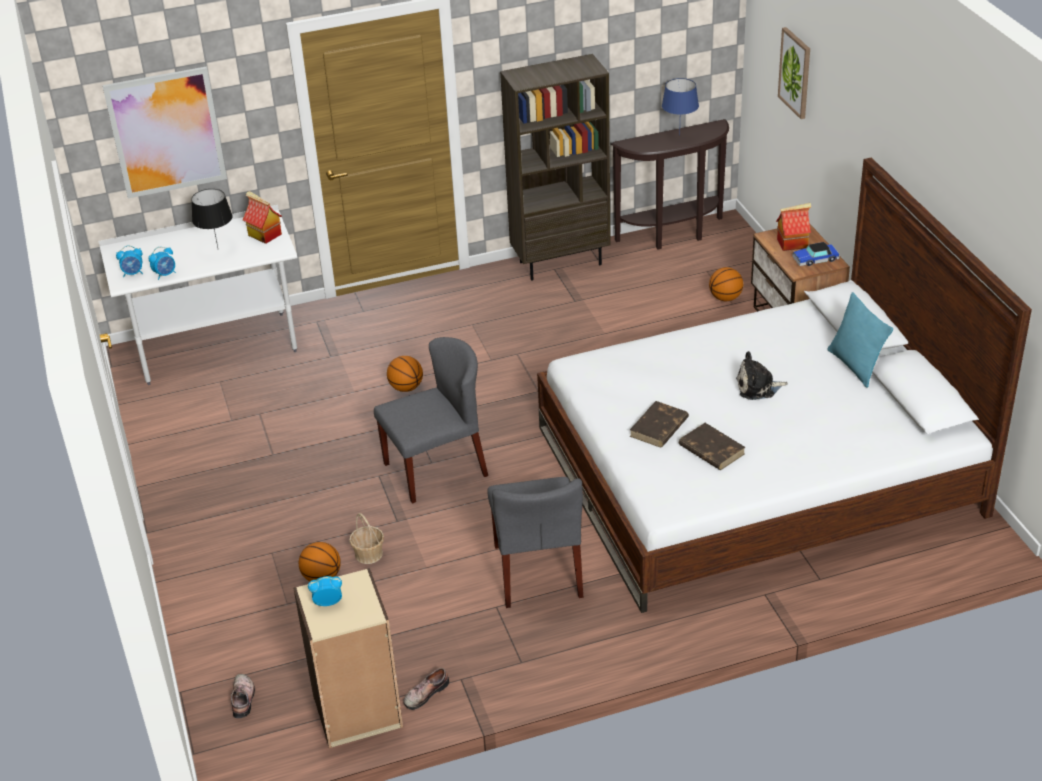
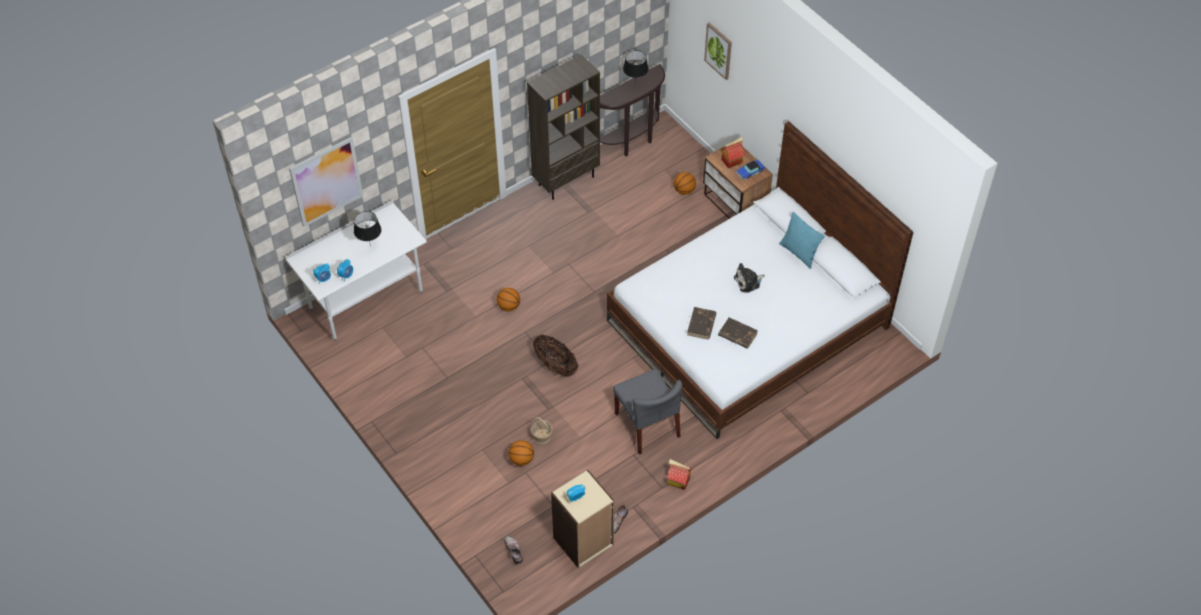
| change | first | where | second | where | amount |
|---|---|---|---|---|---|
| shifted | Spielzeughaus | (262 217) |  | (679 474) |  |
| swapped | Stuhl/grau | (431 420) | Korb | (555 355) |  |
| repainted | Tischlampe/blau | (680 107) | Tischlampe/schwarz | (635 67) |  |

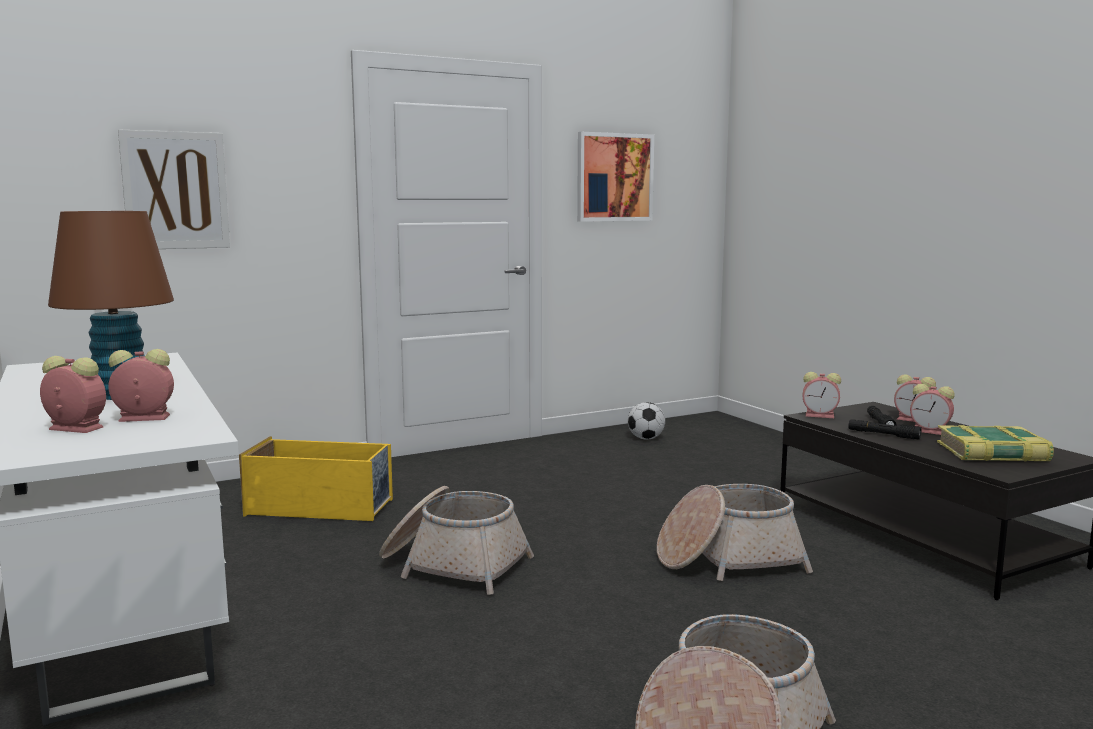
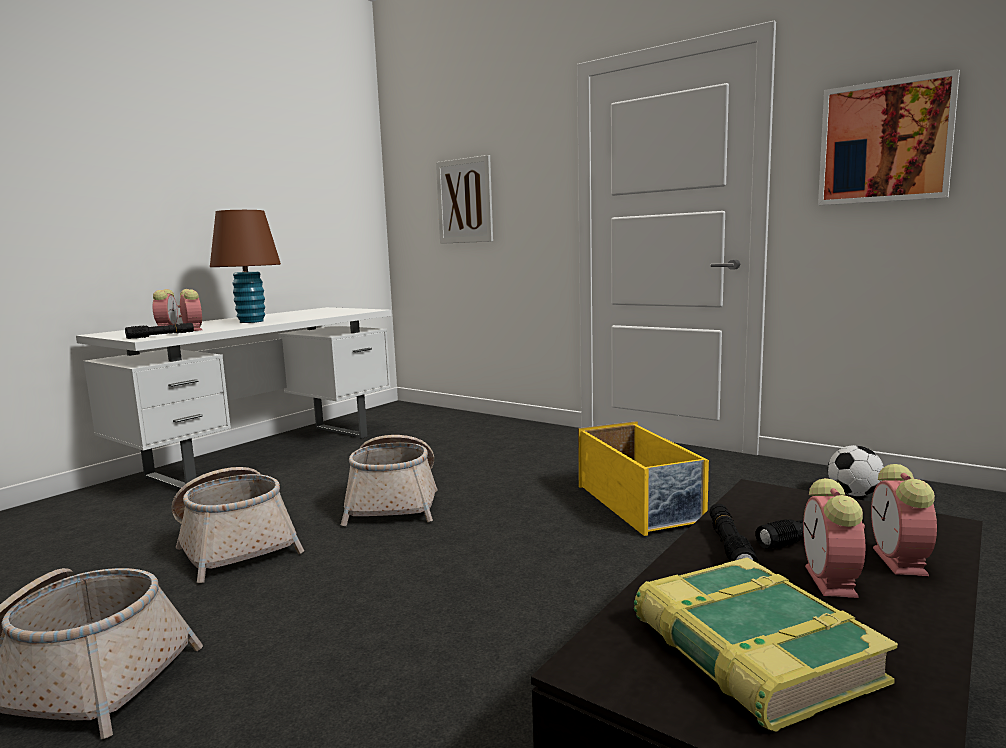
| change | first | where | second | where | amount |
|---|---|---|---|---|---|
| shifted | Aufbewahrungsbox/gelb | (316 478) |  | (643 478) |  |
| shifted | Korb | (735 532) |  | (237 525) |  |
| gone | Wecker | (822 395) |  |  |  |
| new |  |  | Taschenlampe/schwarz | (159 331) |  |

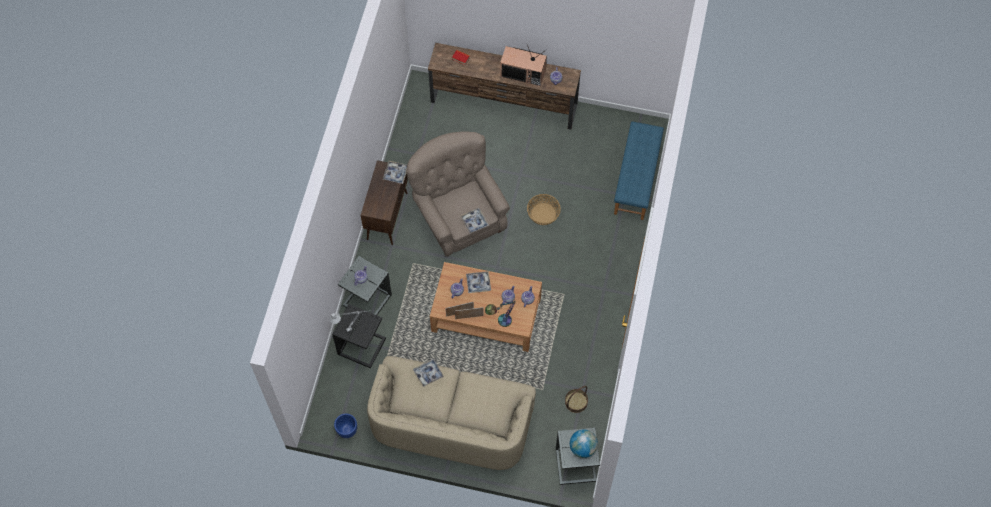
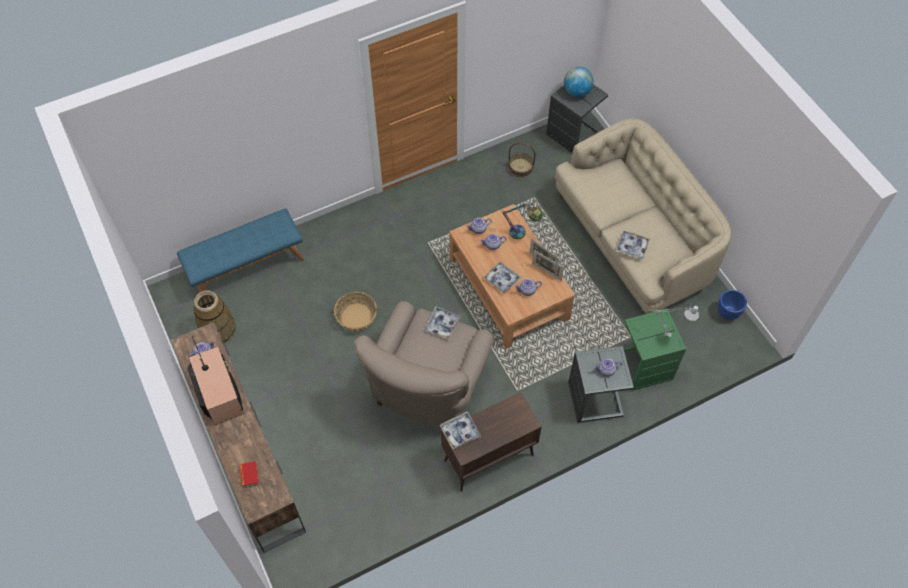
| change | first | where | second | where | amount |
|---|---|---|---|---|---|
| repainted | Beistelltisch/schwarz | (359 336) | Beistelltisch/grün | (655 350) |  |
| new |  |  | Korb | (214 316) |  |

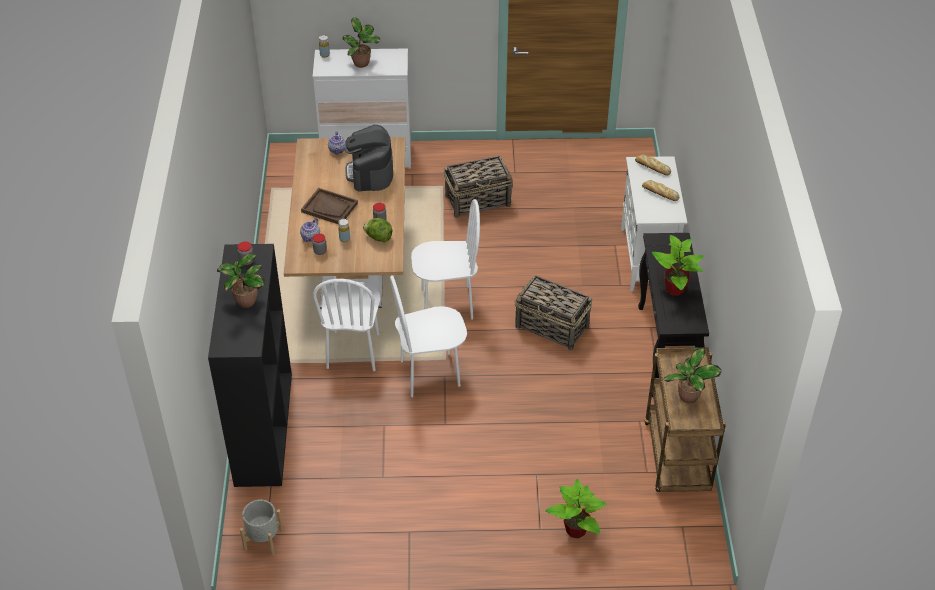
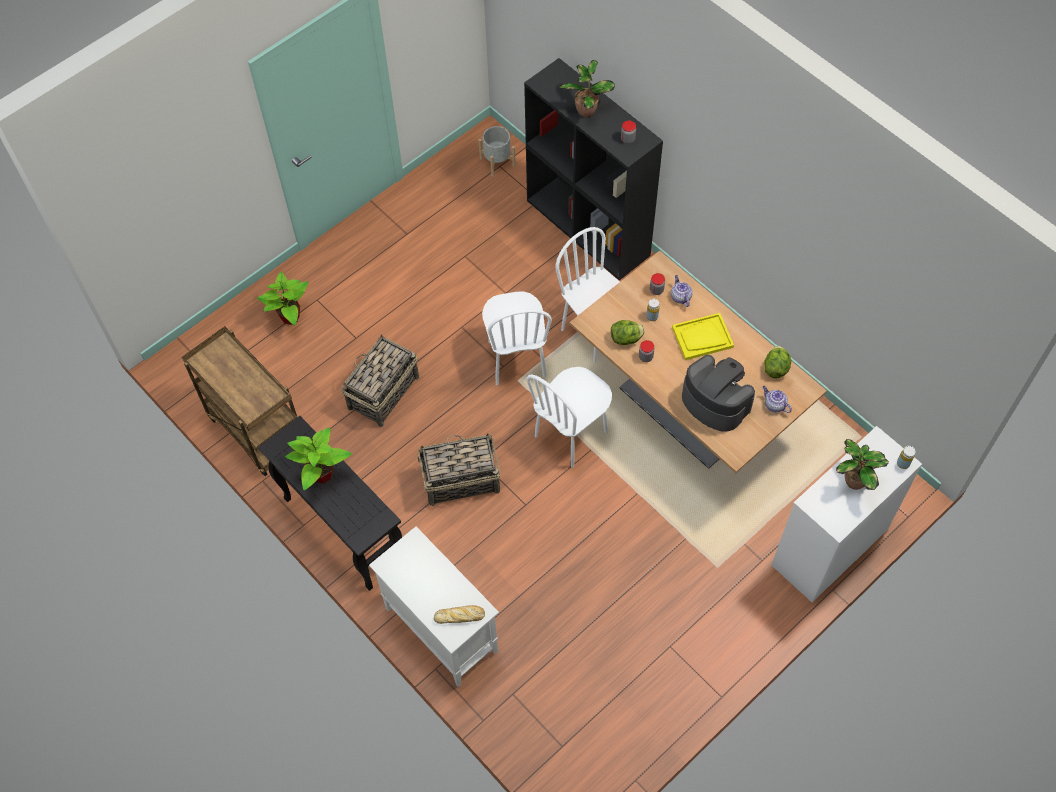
| change | first | where | second | where | amount |
|---|---|---|---|---|---|
| repainted | Tablett/braun | (329 206) | Tablett/gelb | (703 336) |  |
| rotated | Stuhl/weiß | (428 336) |  | (517 338) | 135 degrees clockwise |
| shifted | Korb | (478 187) |  | (380 380) |  |
| gone | Brot | (660 190) |  |  |  |
| gone | Topfpflanze | (692 375) |  |  |  |
| new |  |  | Salatkopf | (777 362) |  |

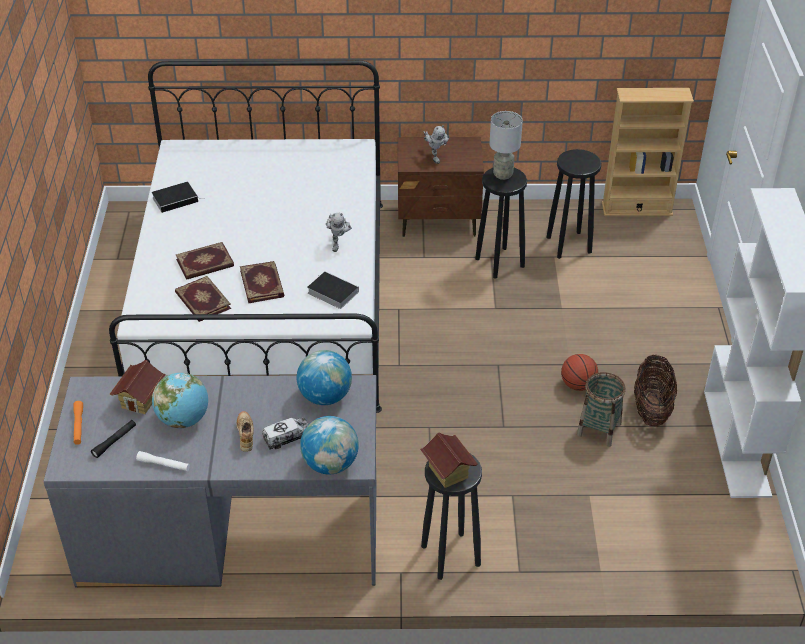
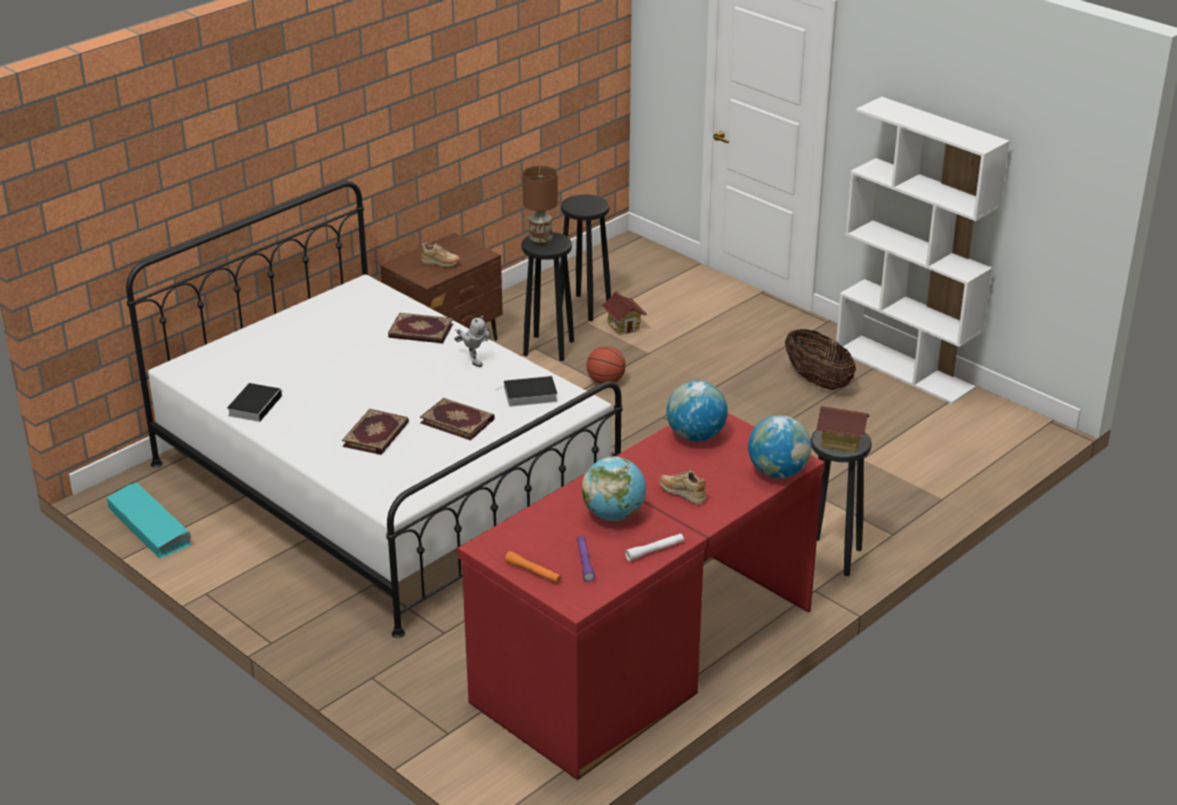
| change | first | where | second | where | amount |
|---|---|---|---|---|---|
| repainted | Schreibtisch/grau | (210 481) | Schreibtisch/rot | (641 596) |  |
| repainted | Taschenlampe/schwarz | (113 439) | Taschenlampe/lila | (586 559) |  |
| shifted | Spielzeughaus | (138 387) |  | (624 313) |  |
| shifted | Buch | (203 299) |  | (420 328) |  |
| gone | Spielzeuglaster | (285 434) |  |  |  |
| swapped | Spielzeugroboter | (437 144) | Schuh/beige | (440 255) |  |
| repainted | Tischlampe/grau | (506 145) | Tischlampe/braun | (540 205) |  |
| shifted | Basketball | (579 372) |  | (606 365) |  |
| gone | Korb | (601 409) |  |  |  |
| gone | Bücherregal/beige | (648 152) |  |  |  |
| new |  |  | Aufbewahrungsbox/türkis | (149 521) |  |

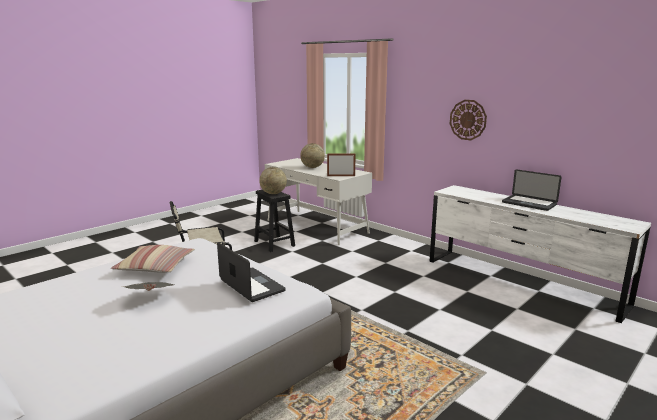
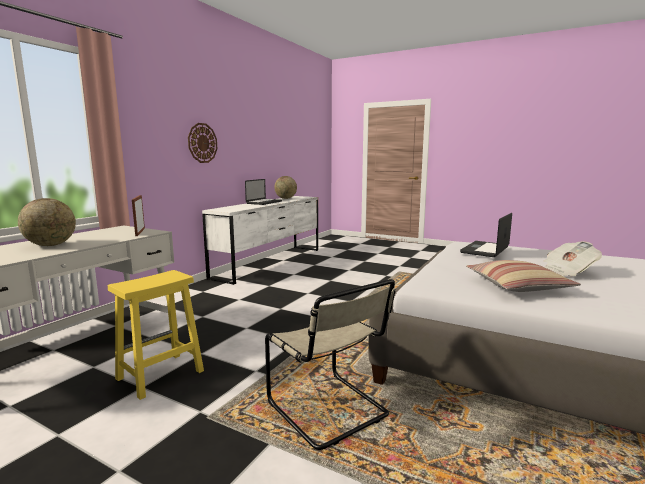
| change | first | where | second | where | amount |
|---|---|---|---|---|---|
| repainted | Hocker/schwarz | (274 221) | Hocker/gelb | (156 335) |  |
| shifted | Globus | (273 180) |  | (285 187) |  |

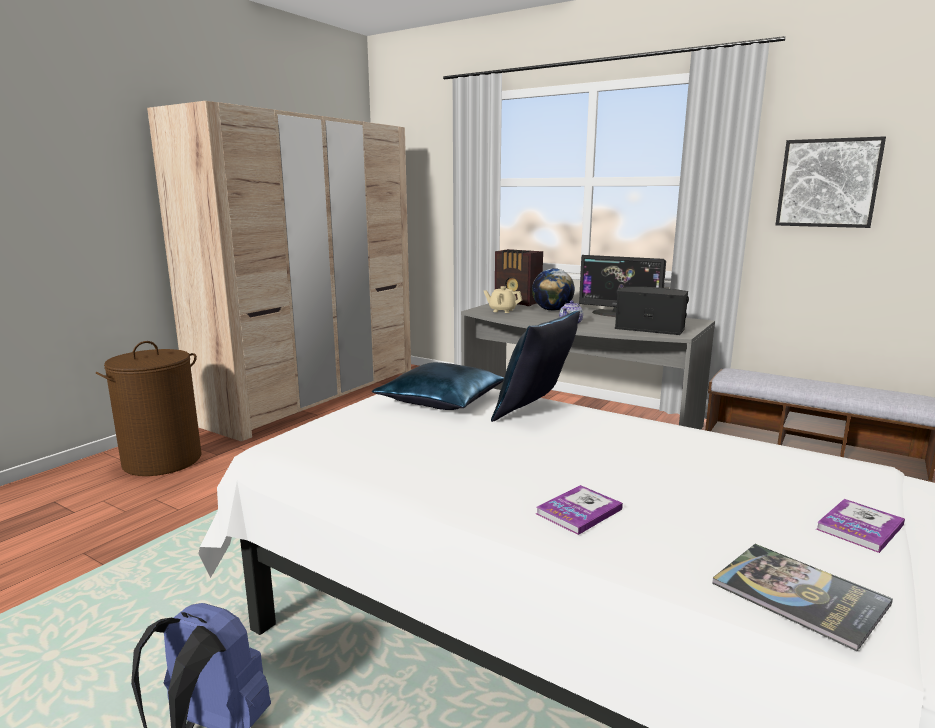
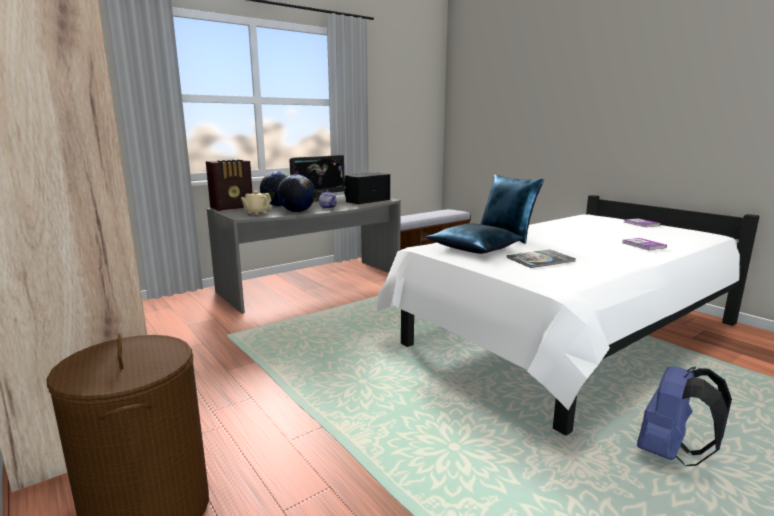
| change | first | where | second | where | amount |
|---|---|---|---|---|---|
| shifted | Buch | (802 597) |  | (541 258) |  |
| gone | Bild | (830 182) |  |  |  |
| new |  |  | Globus | (296 193) |  |

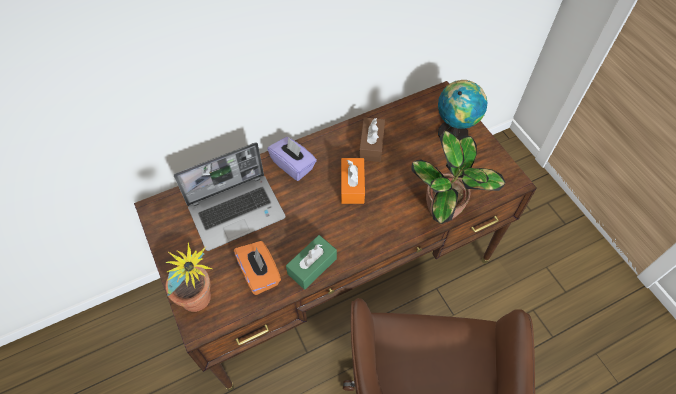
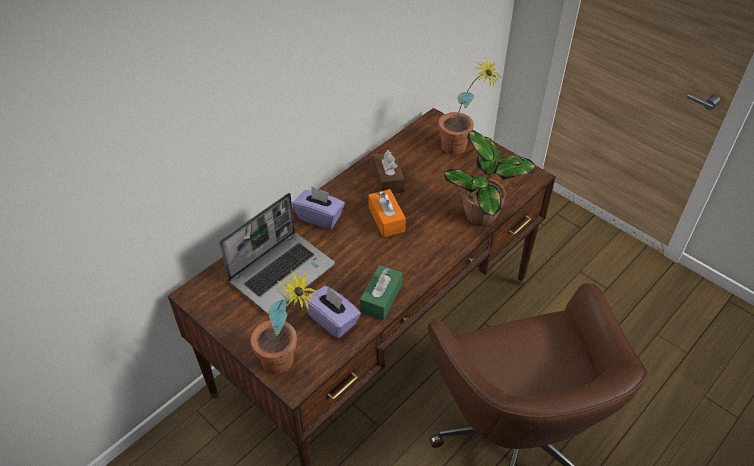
| change | first | where | second | where | amount |
|---|---|---|---|---|---|
| repainted | Taschentuchbox/orange | (257 268) | Taschentuchbox/lila | (332 312) |  |
| swapped | Globus | (462 109) | Topfpflanze | (470 106) |  |

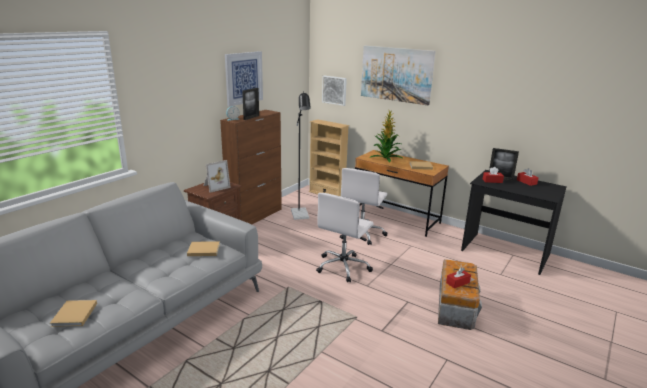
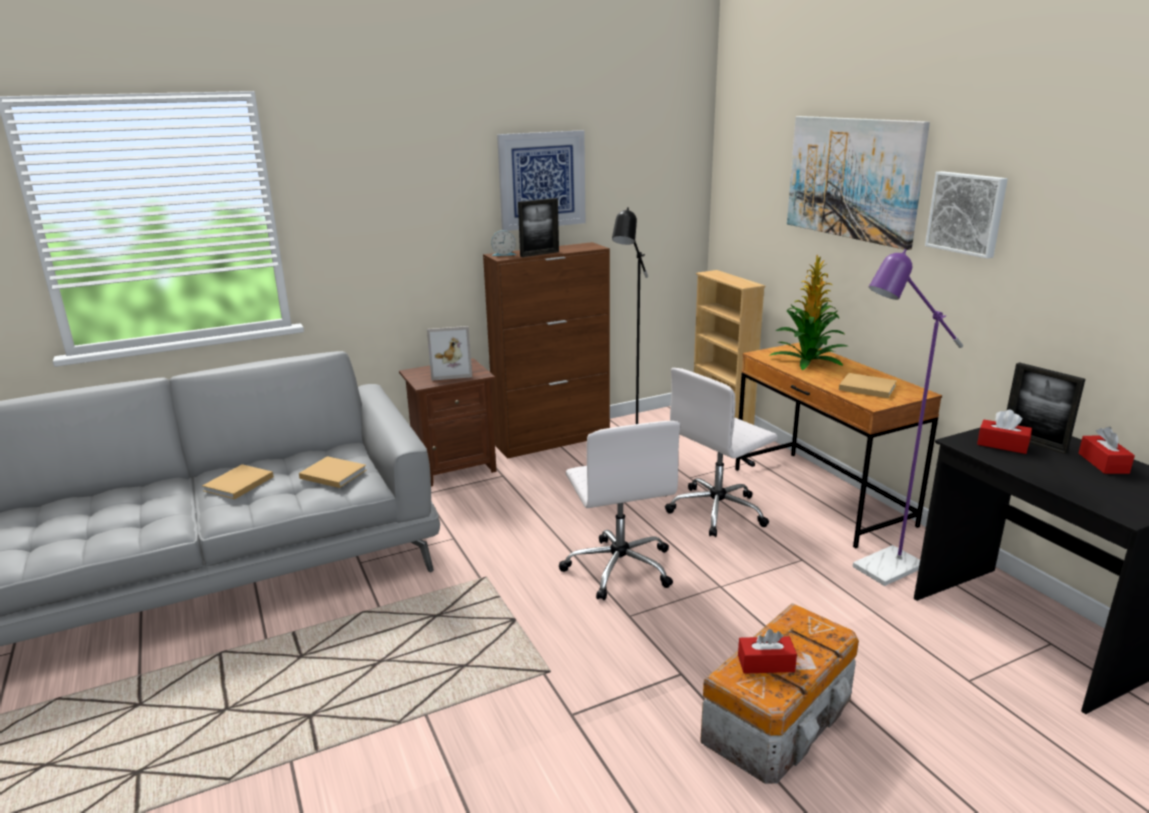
| change | first | where | second | where | amount |
|---|---|---|---|---|---|
| shifted | Buch/beige | (73 313) |  | (238 481) |  |
| rotated | Bürostuhl/weiß | (345 237) |  | (619 510) | 75 degrees counterclockwise |
| shifted | Bild | (334 91) |  | (966 215) |  |
| new |  |  | Stehlampe/lila | (907 417) |  |

